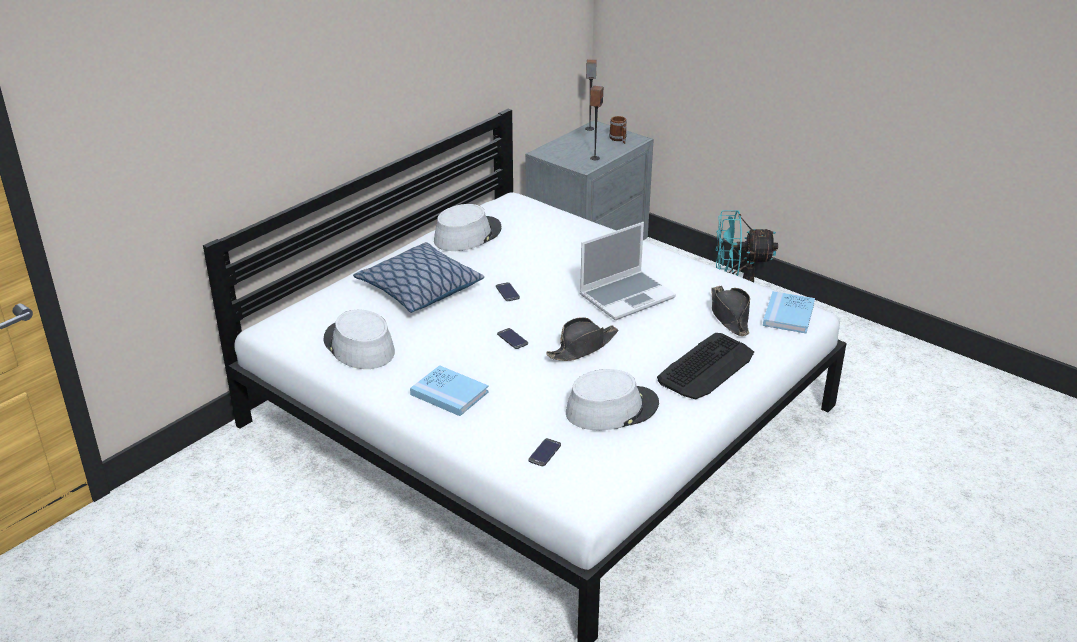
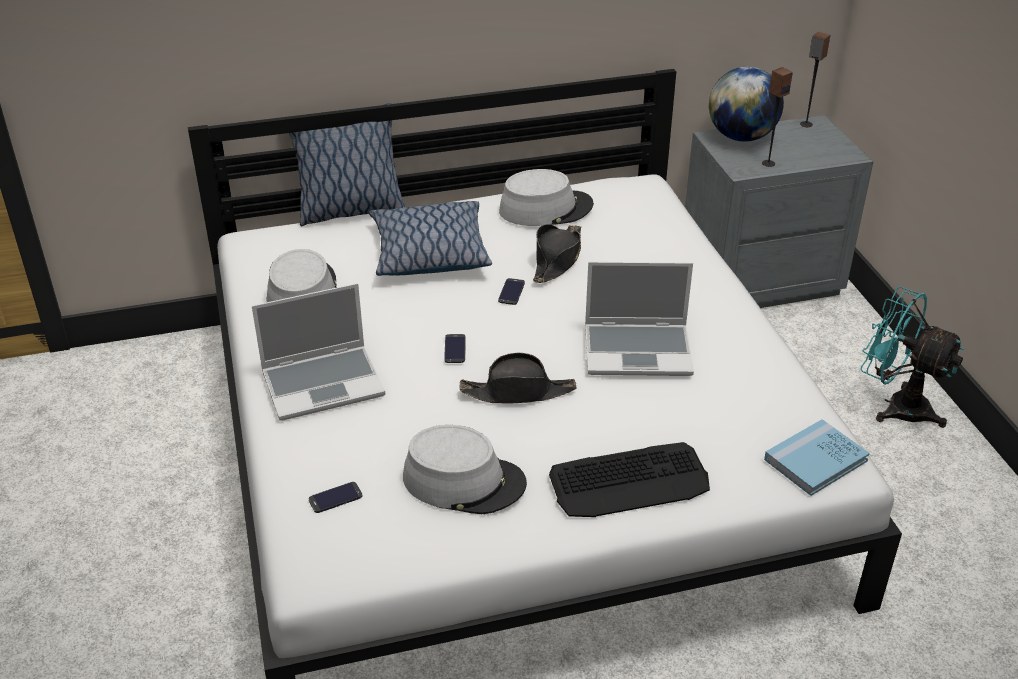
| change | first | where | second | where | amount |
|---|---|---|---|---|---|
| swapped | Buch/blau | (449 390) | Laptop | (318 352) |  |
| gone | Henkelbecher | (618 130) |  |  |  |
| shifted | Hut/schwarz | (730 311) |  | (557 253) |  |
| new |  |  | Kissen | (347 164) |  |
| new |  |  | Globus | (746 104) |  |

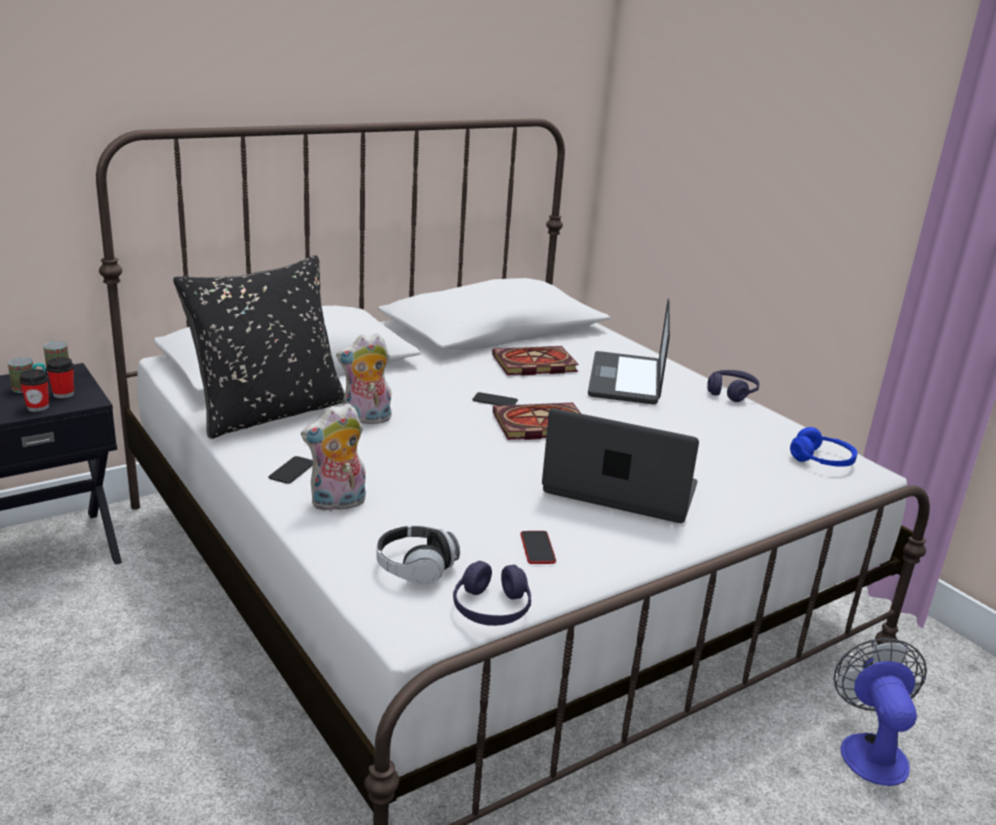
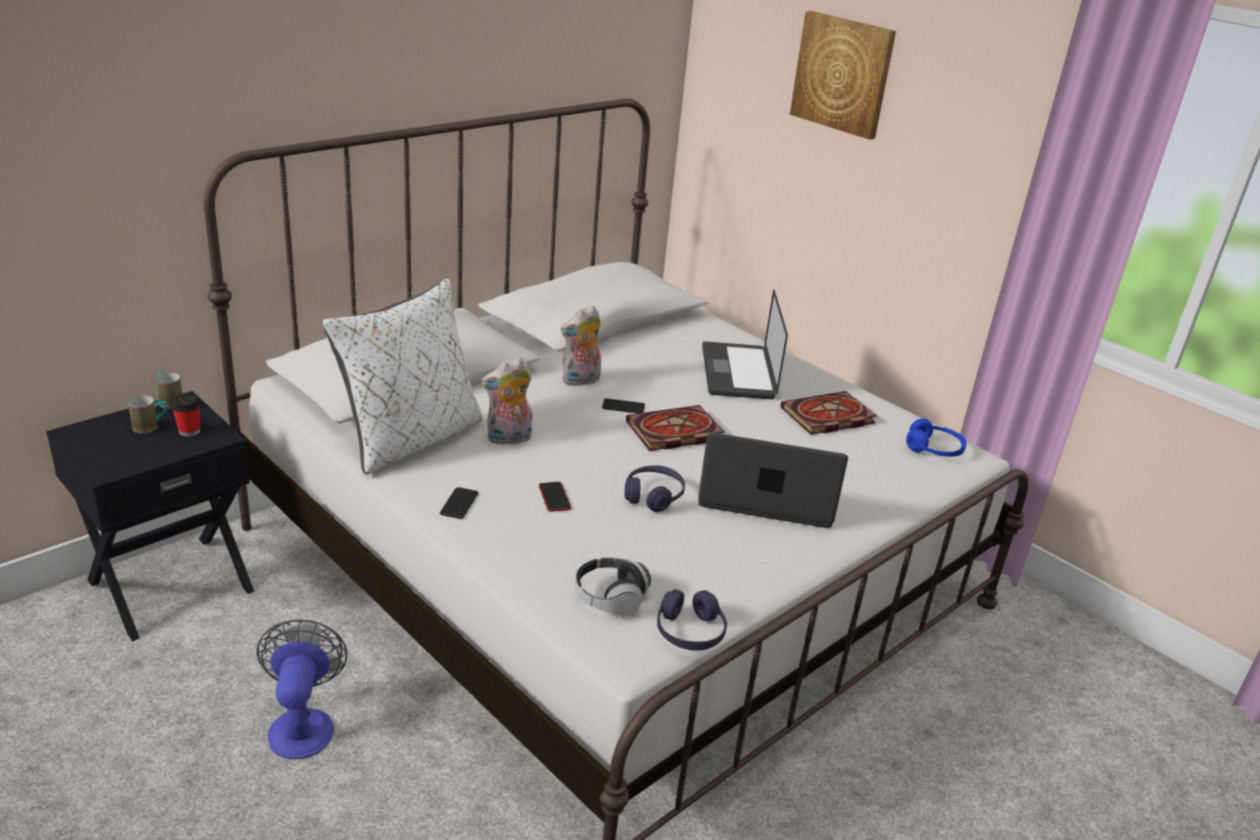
| change | first | where | second | where | amount |
|---|---|---|---|---|---|
| gone | Tasse | (34 390) |  |  |  |
| repainted | Kissen/schwarz | (259 347) | Kissen/weiß | (402 376) |  |
| shifted | Plüschtier | (333 457) |  | (581 345) |  |
| shifted | Buch | (535 361) |  | (829 413) |  |
| shifted | Handy | (538 547) |  | (555 497) |  |
| shifted | Kopfhörer/lila | (733 386) |  | (655 488) |  |
| shifted | Ventilator | (880 712) |  | (302 689) |  |
| new |  |  | Bild | (843 75) |  |

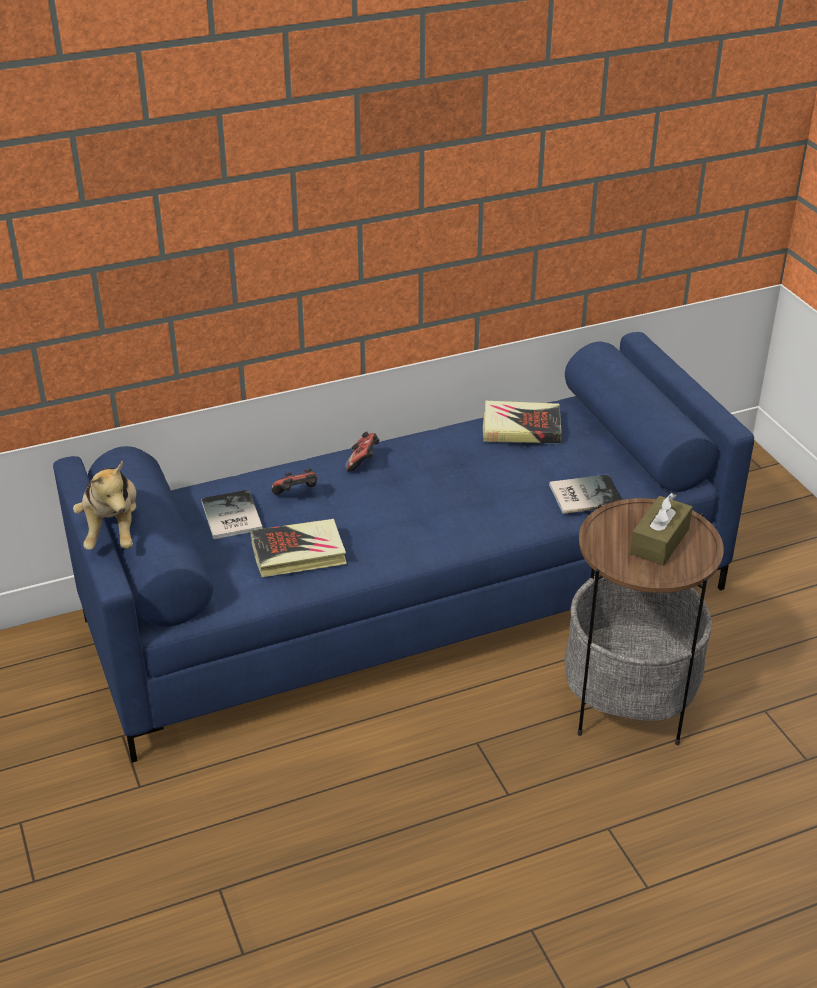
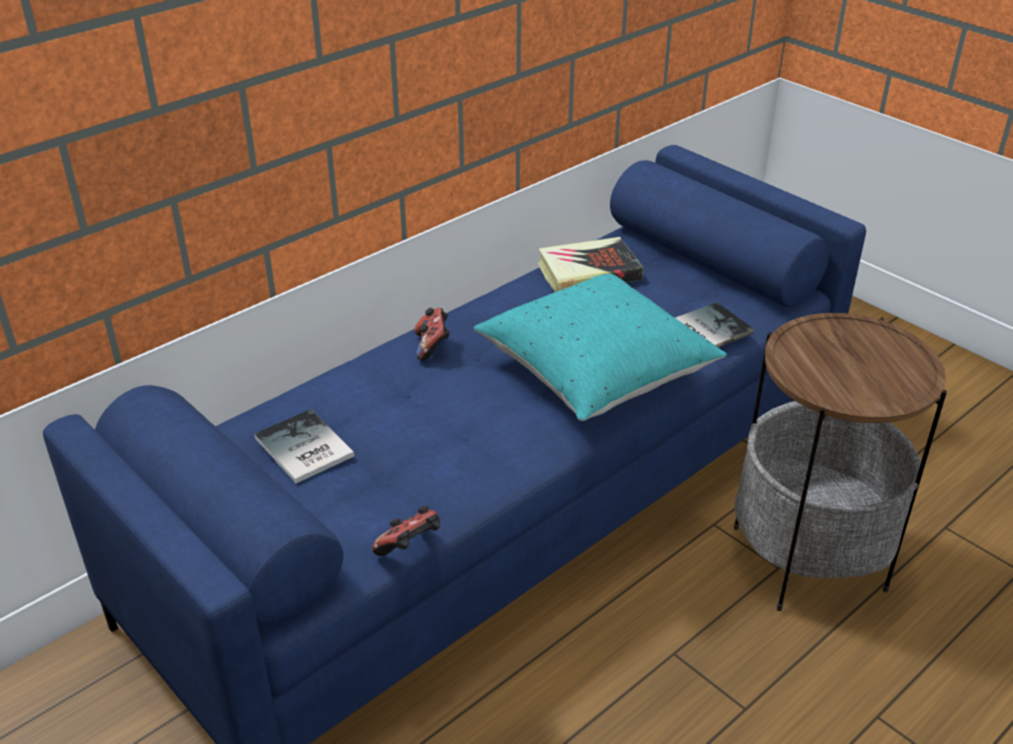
| change | first | where | second | where | amount |
|---|---|---|---|---|---|
| gone | Plüschtier | (104 505) |  |  |  |
| gone | Buch | (299 548) |  |  |  |
| shifted | Gamepad | (294 482) |  | (406 531) |  |
| gone | Taschentuchbox/braun | (661 529) |  |  |  |
| new |  |  | Kissen/türkis | (600 347) |  |

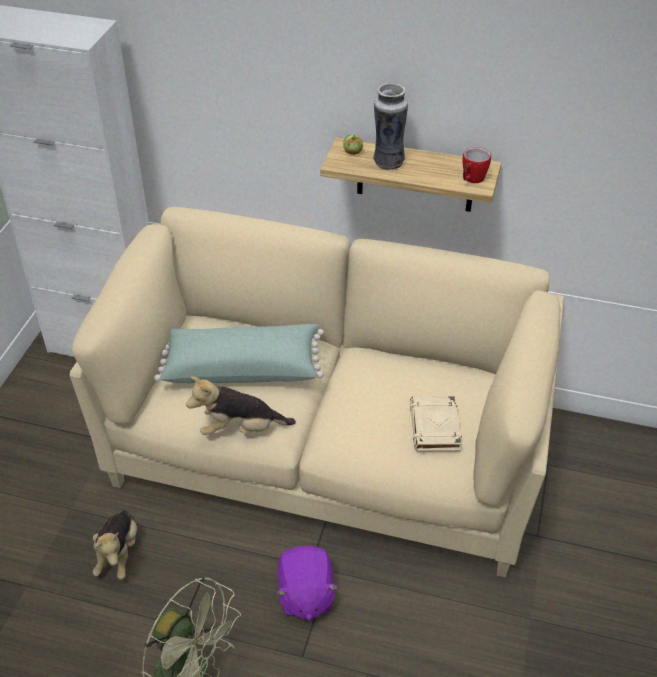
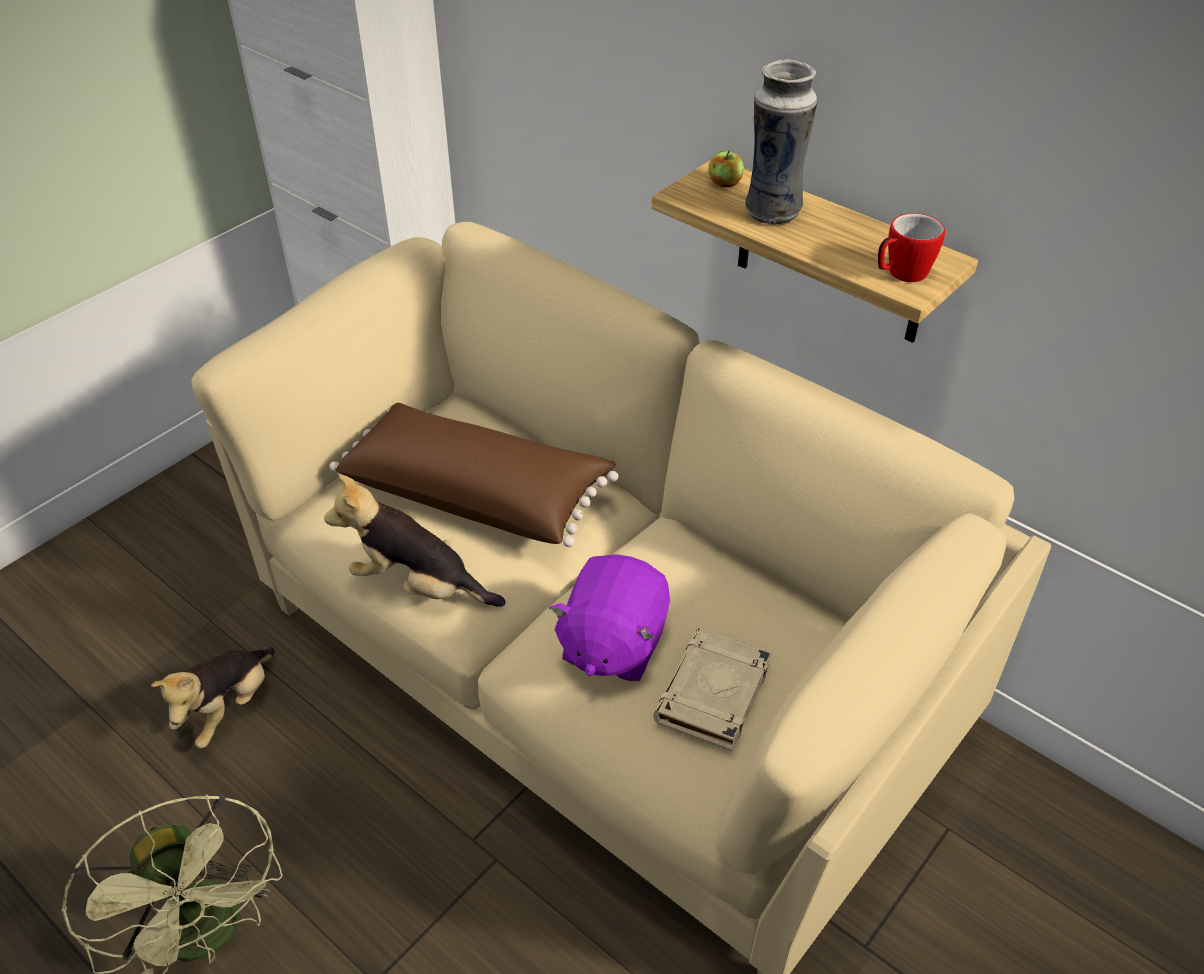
| change | first | where | second | where | amount |
|---|---|---|---|---|---|
| repainted | Kissen/grün | (239 353) | Kissen/braun | (473 475) |  |
| shifted | Plüschtier/lila | (307 583) |  | (609 617) |  |

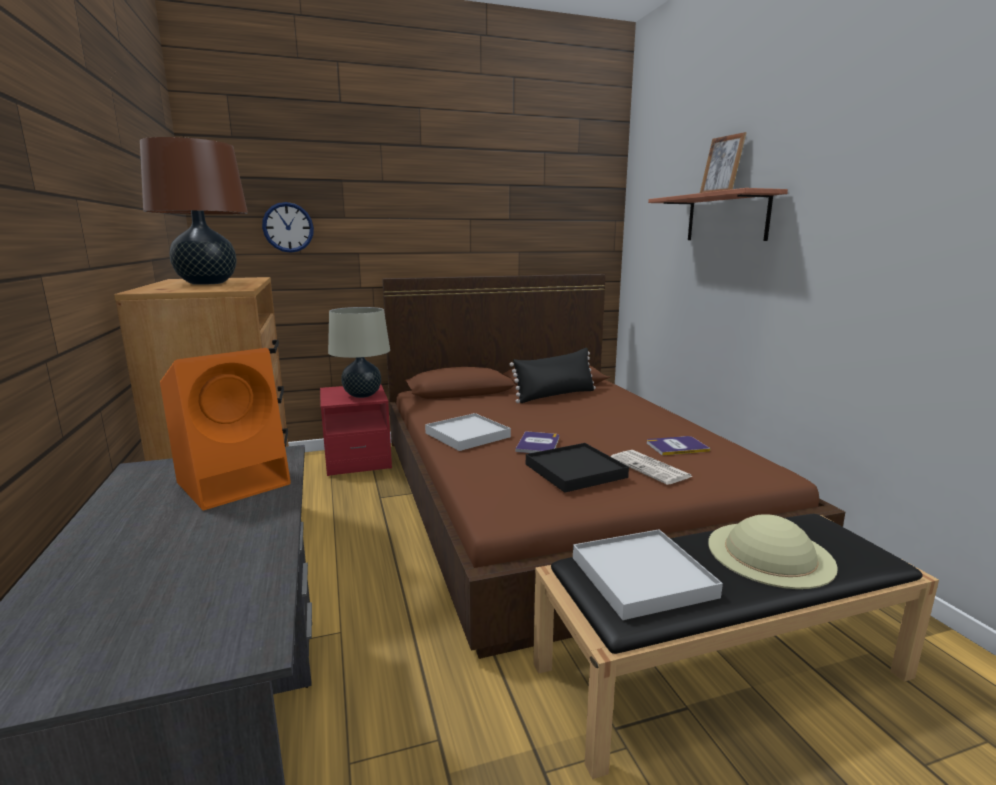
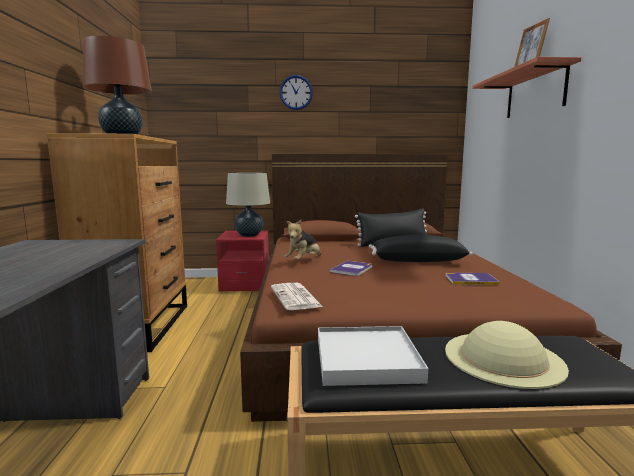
| change | first | where | second | where | amount |
|---|---|---|---|---|---|
| gone | Lautsprecher/orange | (225 429) |  |  |  |
| shifted | Wanduhr | (288 227) |  | (296 92) |  |
| swapped | Tablett/weiß | (468 432) | Plüschtier | (302 240) |  |
| gone | Tablett/schwarz | (577 468) |  |  |  |
| shifted | Zeitung | (651 467) |  | (297 296) |  |
| new |  |  | Kissen/schwarz | (421 248) |  |

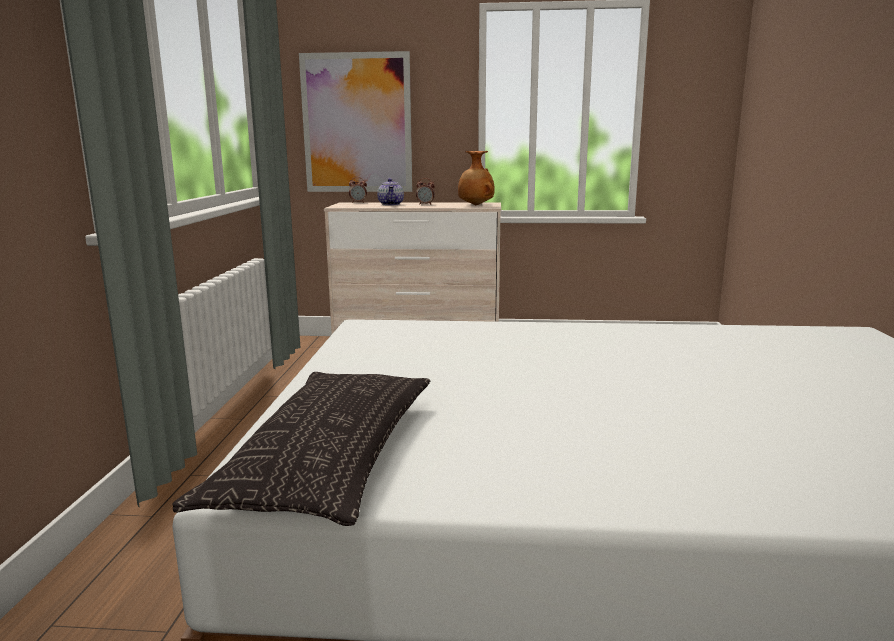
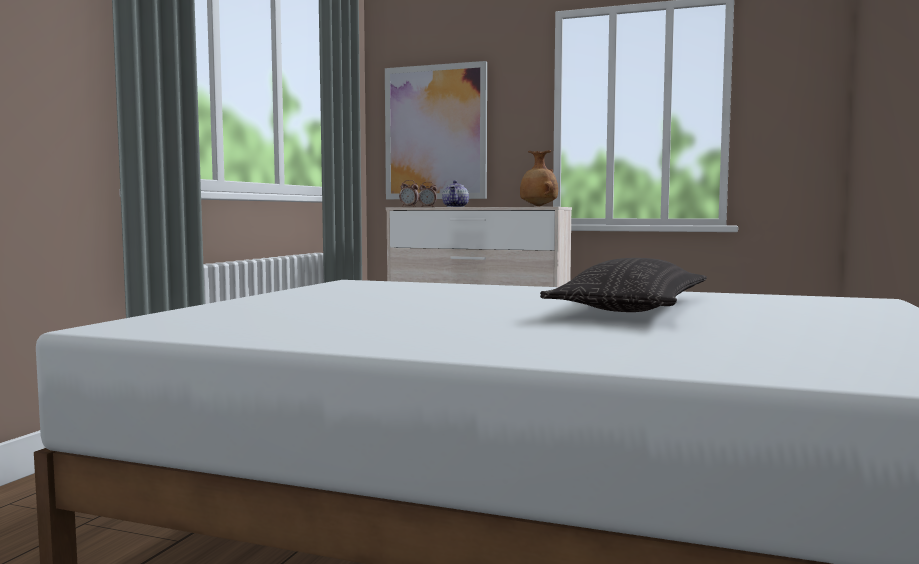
| change | first | where | second | where | amount |
|---|---|---|---|---|---|
| shifted | Kissen | (301 449) |  | (623 285) |  |
| shifted | Wecker | (425 191) |  | (409 193) |  |

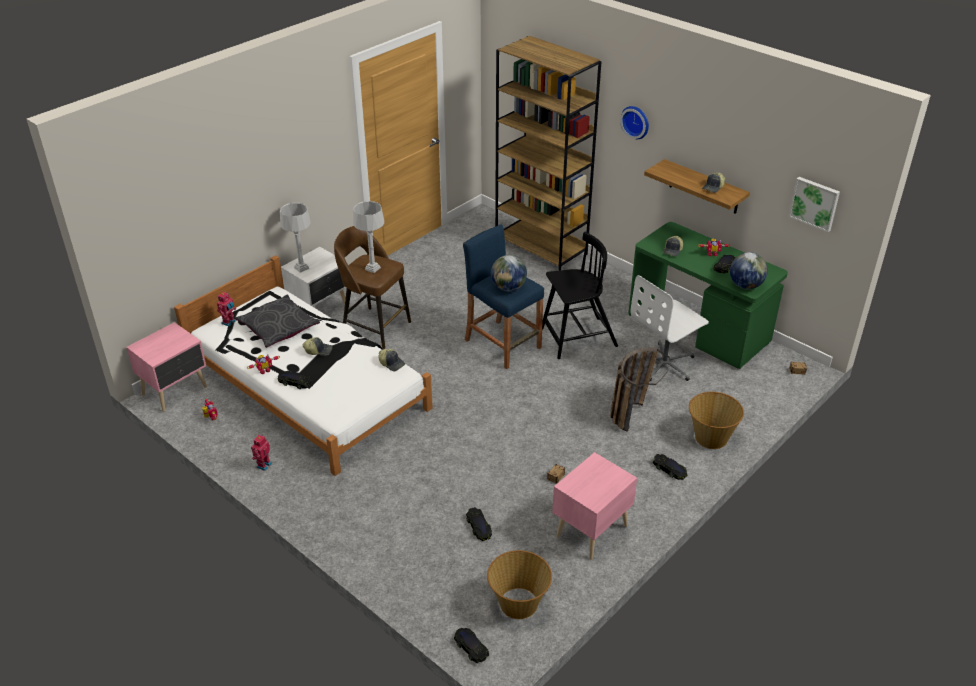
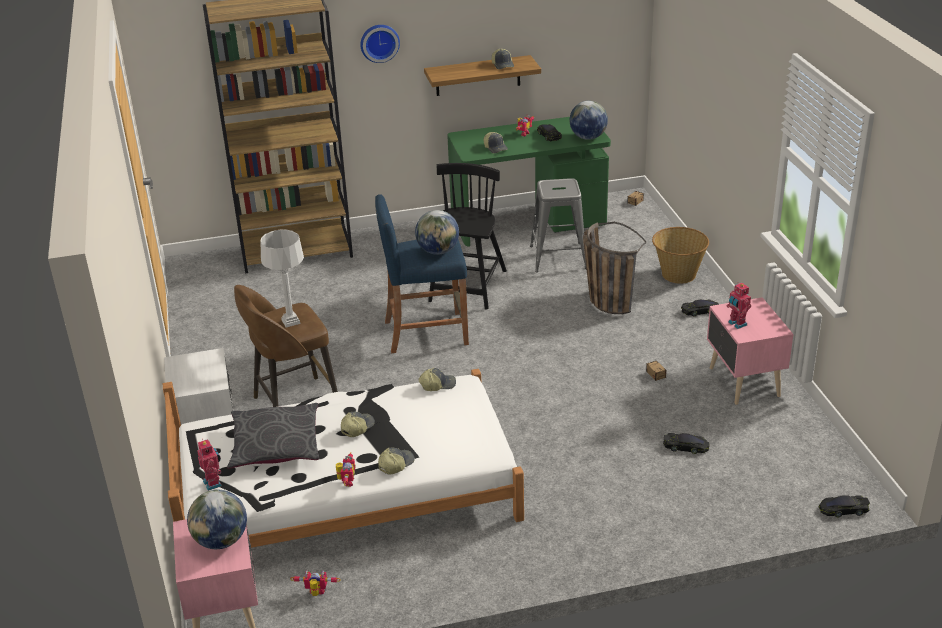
| change | first | where | second | where | amount |
|---|---|---|---|---|---|
| shifted | Spielzeugroboter | (261 453) |  | (739 306) |  |
| swapped | Spielzeugauto/schwarz | (295 380) | Kappe | (396 461) |  |
| gone | Tischlampe/grau | (295 237) |  |  |  |
| gone | Korb | (519 584) |  |  |  |
| swapped | Bürostuhl/weiß | (669 328) | Hocker/grau | (558 225) |  |
| gone | Bild | (814 204) |  |  |  |
| new |  |  | Globus | (217 519) |  |

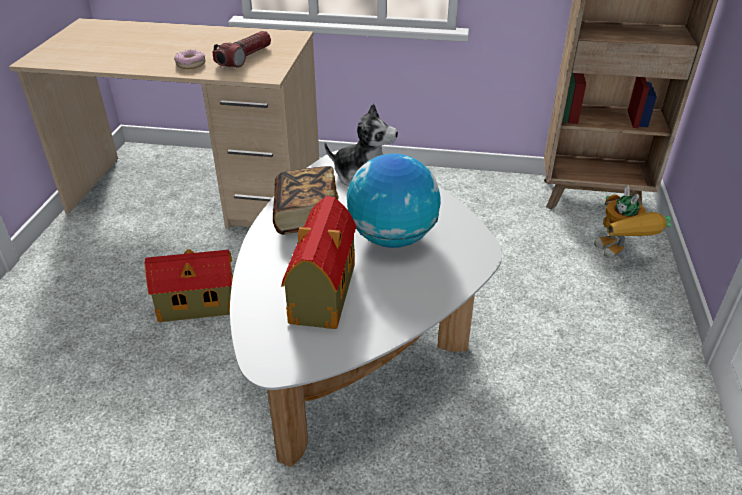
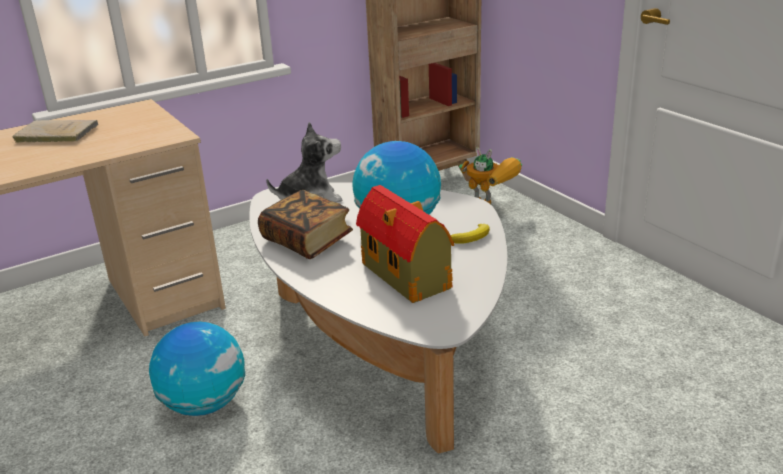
| change | first | where | second | where | amount |
|---|---|---|---|---|---|
| swapped | Spielzeughaus | (189 285) | Globus | (197 369) |  |
| gone | Donut | (189 59) |  |  |  |
| gone | Taschenlampe | (242 49) |  |  |  |
| new |  |  | Buch/beige | (56 131) |  |
| new |  |  | Banane | (470 234) |  |

